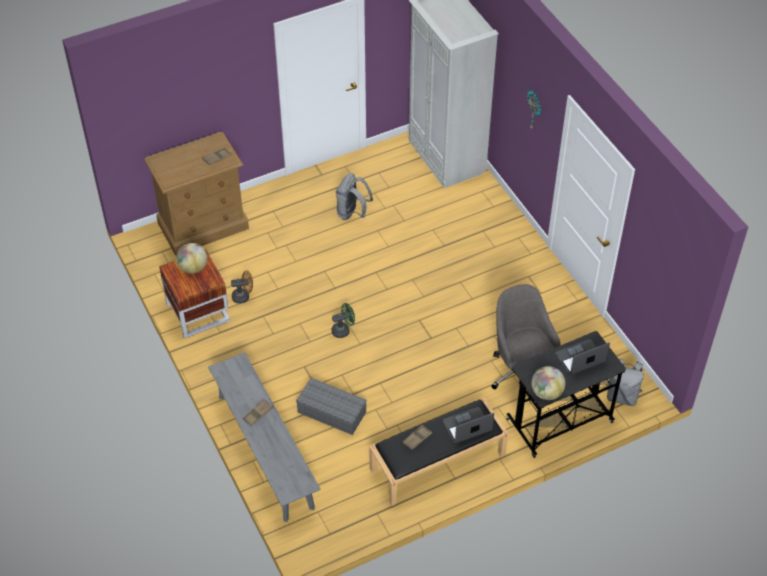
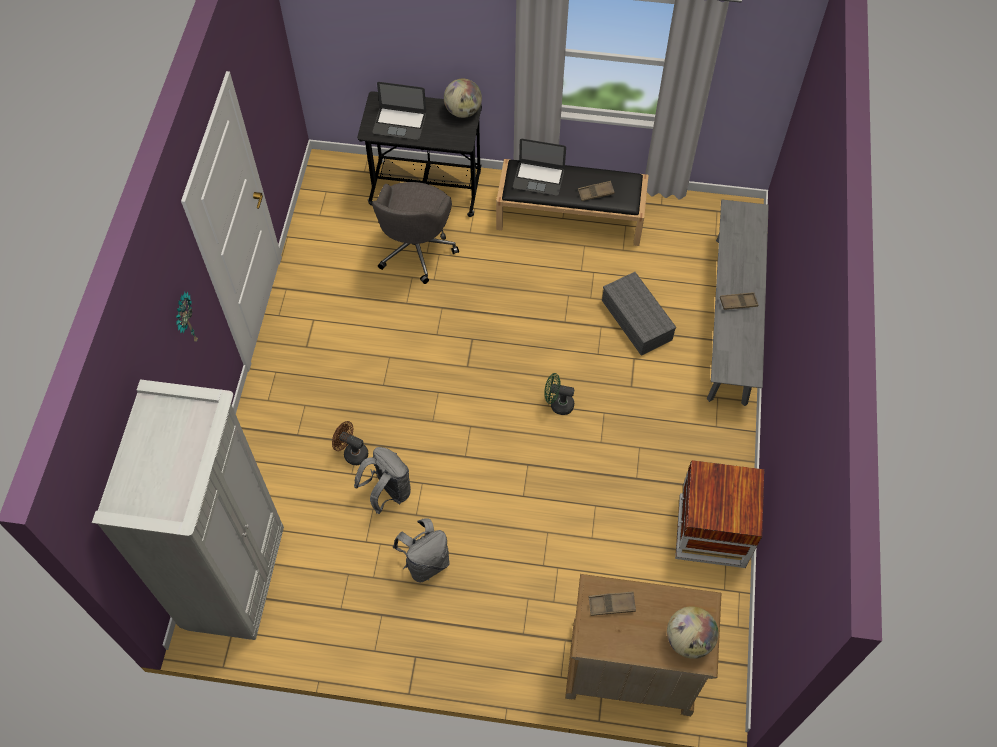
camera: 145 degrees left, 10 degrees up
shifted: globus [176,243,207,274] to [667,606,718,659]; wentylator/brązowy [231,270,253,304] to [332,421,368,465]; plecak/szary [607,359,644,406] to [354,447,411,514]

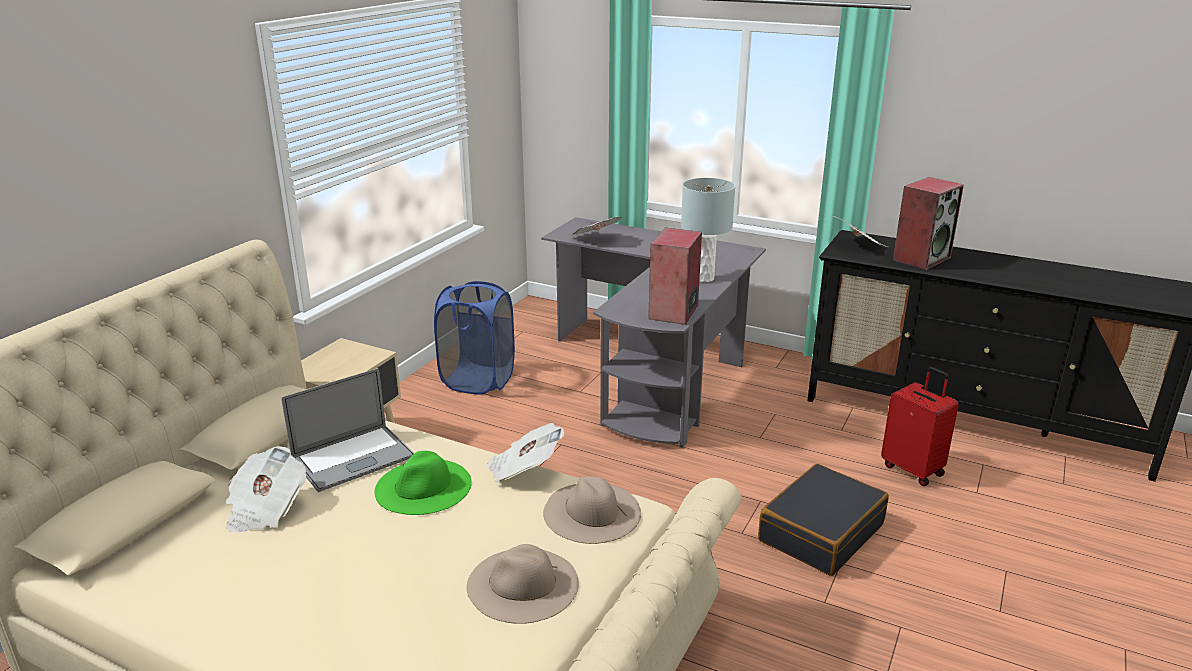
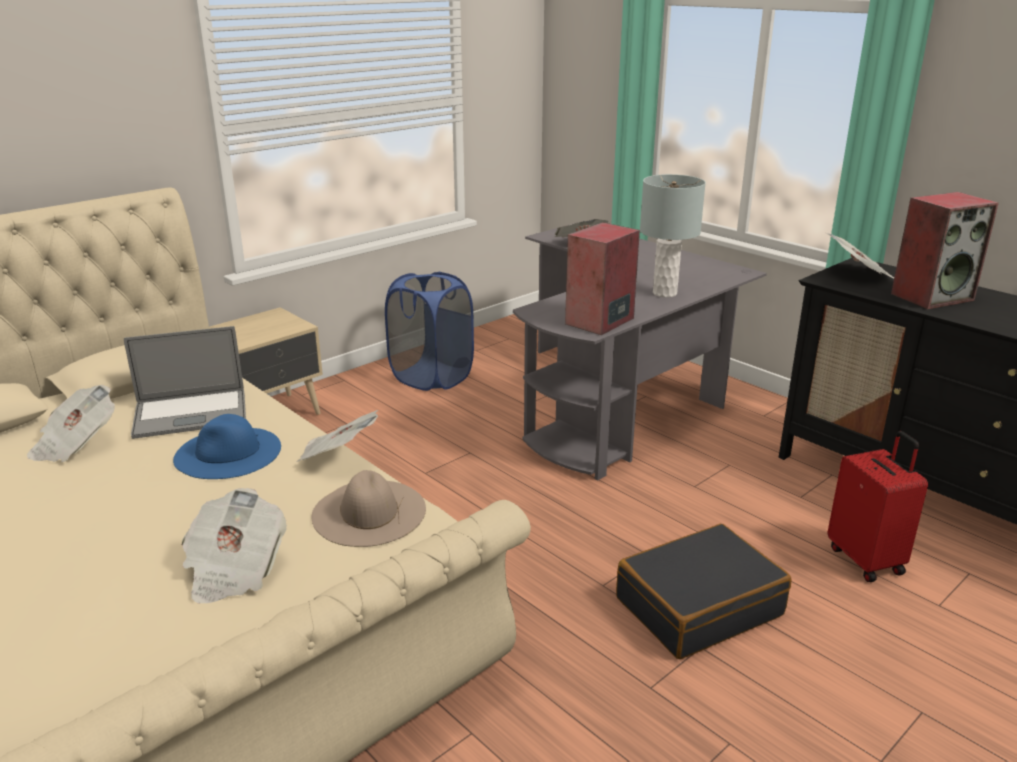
camera: 20 degrees right, 0 degrees up
swapped: kapelusz/beżowy [466,544,579,624] to gazeta [182,488,287,604]
repainted: kapelusz/zielony [375,451,472,515] to kapelusz/niebieski [173,414,281,479]

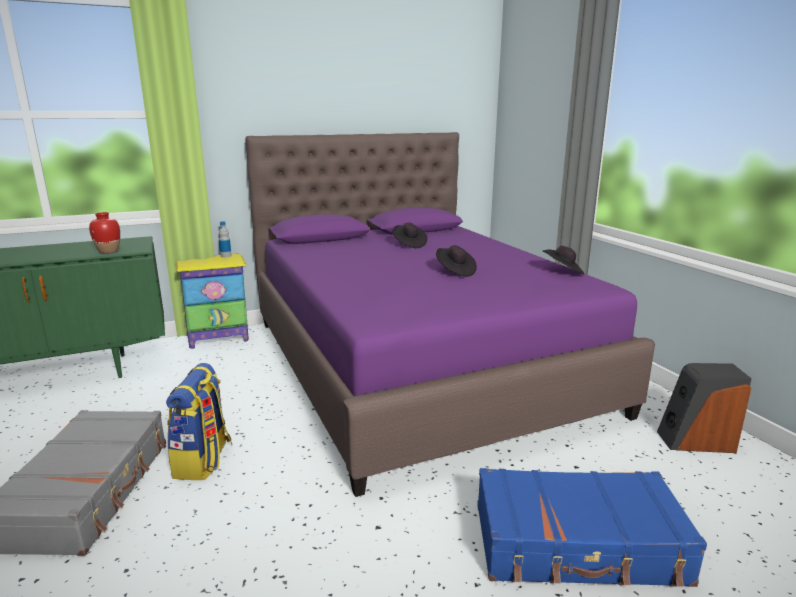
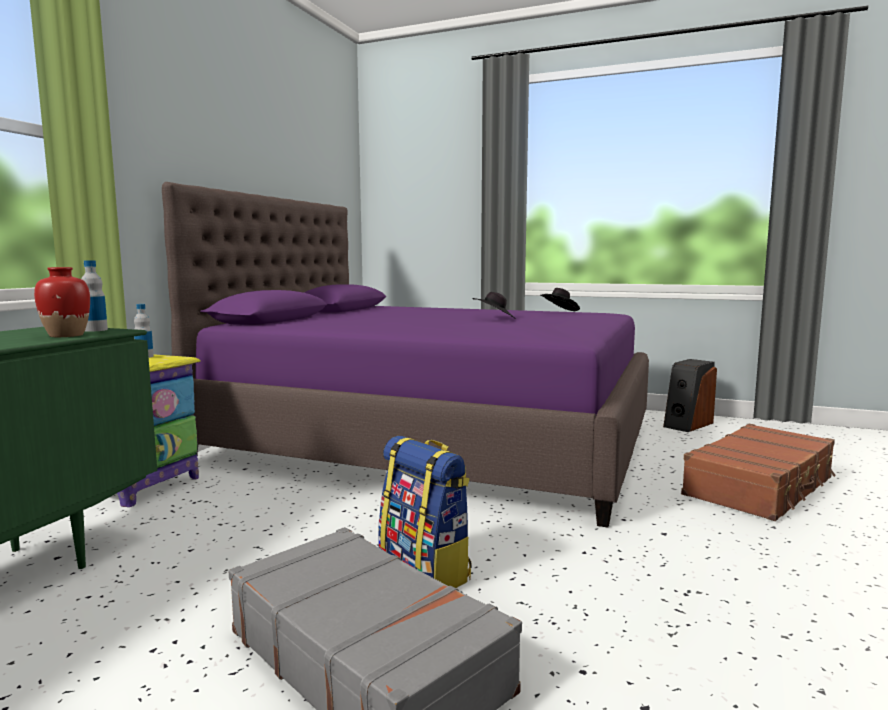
camera: 45 degrees left, 10 degrees down
gone: kapelusz/czarny [392,223,427,248]
new: butelka [81,260,108,332]
repainted: walizka/niebieski [477,468,707,587] to walizka/brązowy [681,424,836,521]

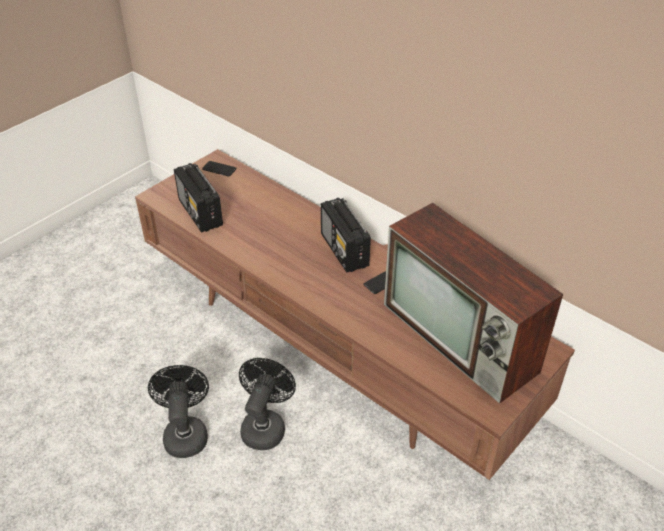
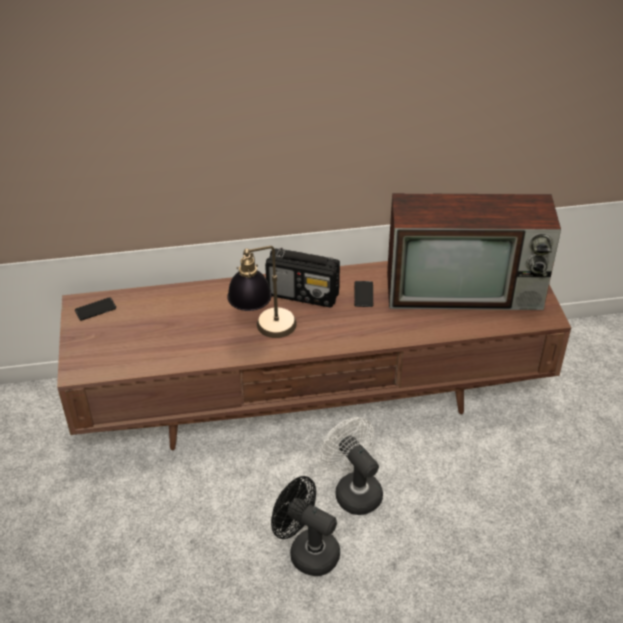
camera: 50 degrees left, 0 degrees up
gone: radio [174,163,223,233]
new: lampa stołowa [227,246,297,338]
repainted: wentylator/czarny [239,358,296,450] to wentylator/biały [320,417,383,515]

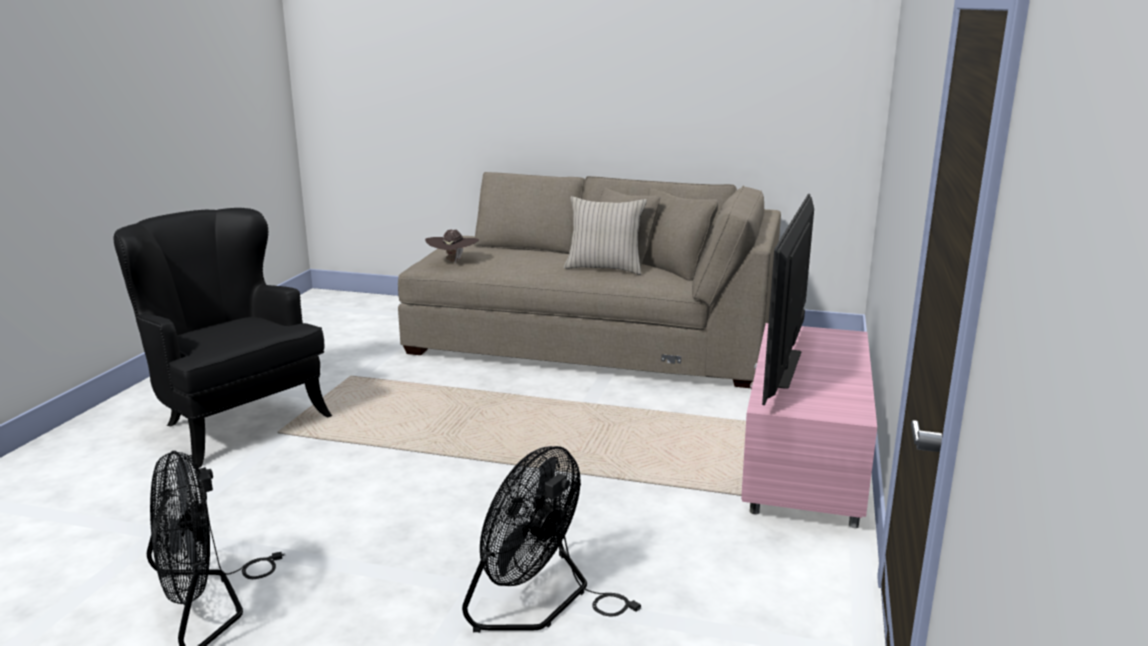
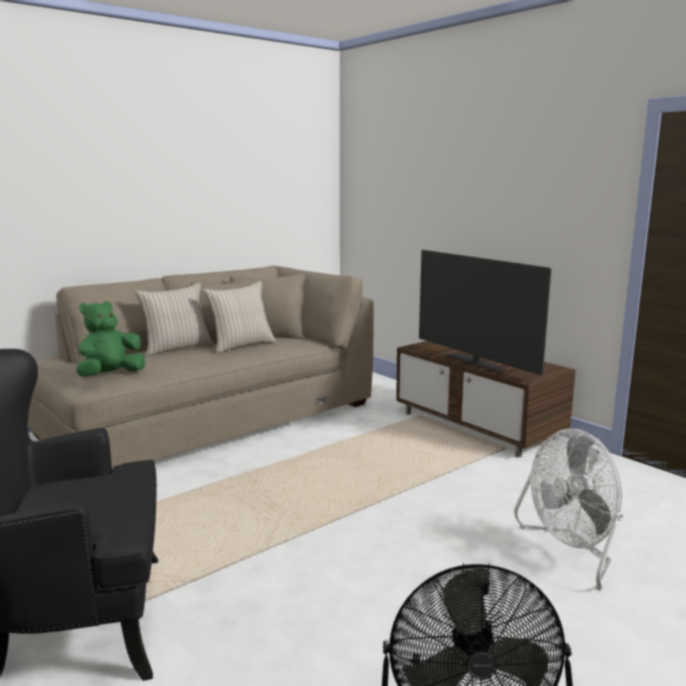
camera: 55 degrees left, 5 degrees down
new: poduszka/beżowy [135,283,214,356]
swapped: kapelusz/brązowy [425,229,479,264] to pluszak/zielony [76,301,145,377]
repainted: wentylator/czarny [462,446,642,633] to wentylator/biały [514,428,624,591]; szafka pod telewizor/różowy [741,323,877,529] to szafka pod telewizor/brązowy [396,341,576,457]

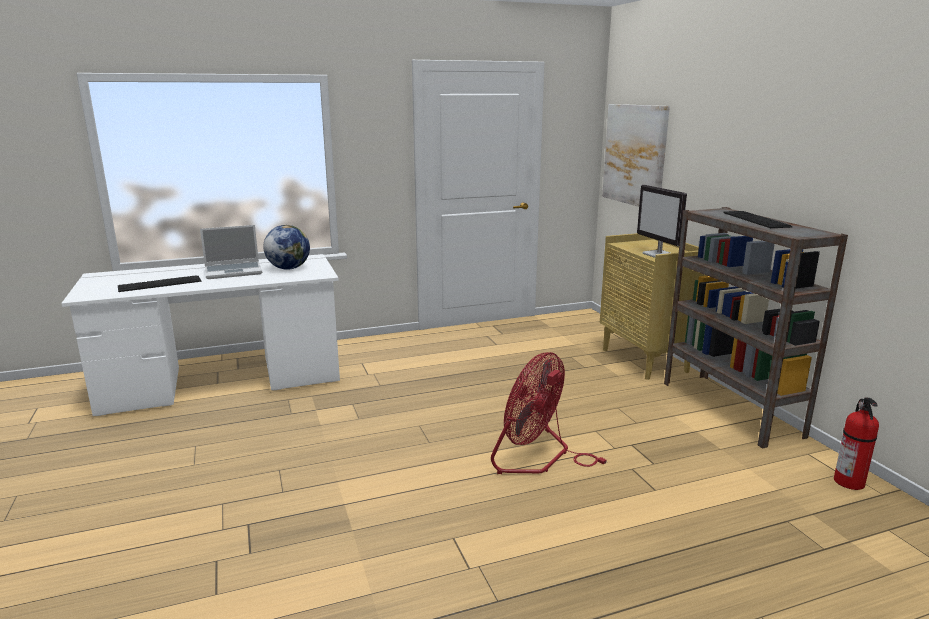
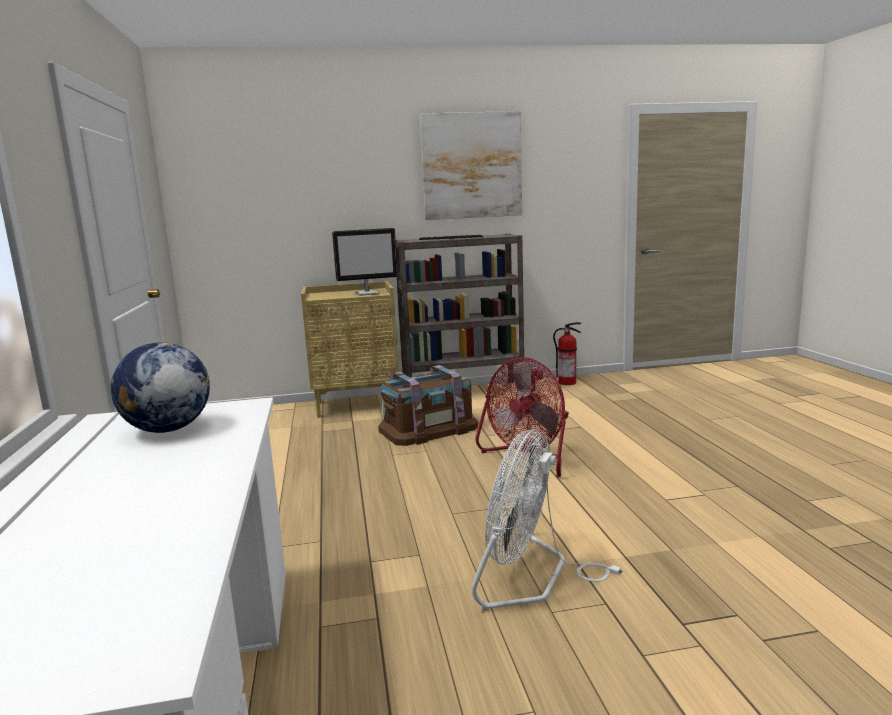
camera: 80 degrees left, 5 degrees down
gone: klawiatura [118,275,201,292]; laptop [200,225,262,279]
new: pojemnik do przechowywania/brązowy [378,365,478,446]; wentylator/biały [472,429,622,612]
shifted: obraz [602,104,670,207] to [420,111,522,220]

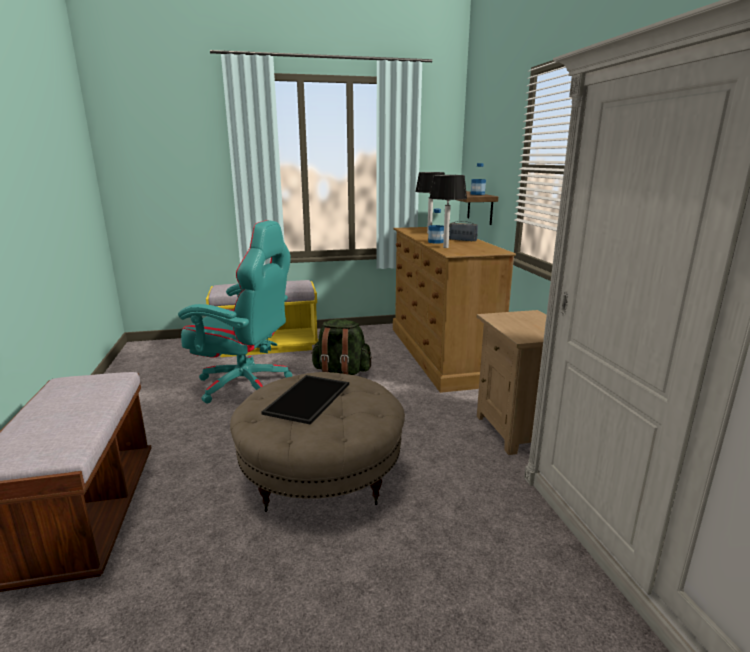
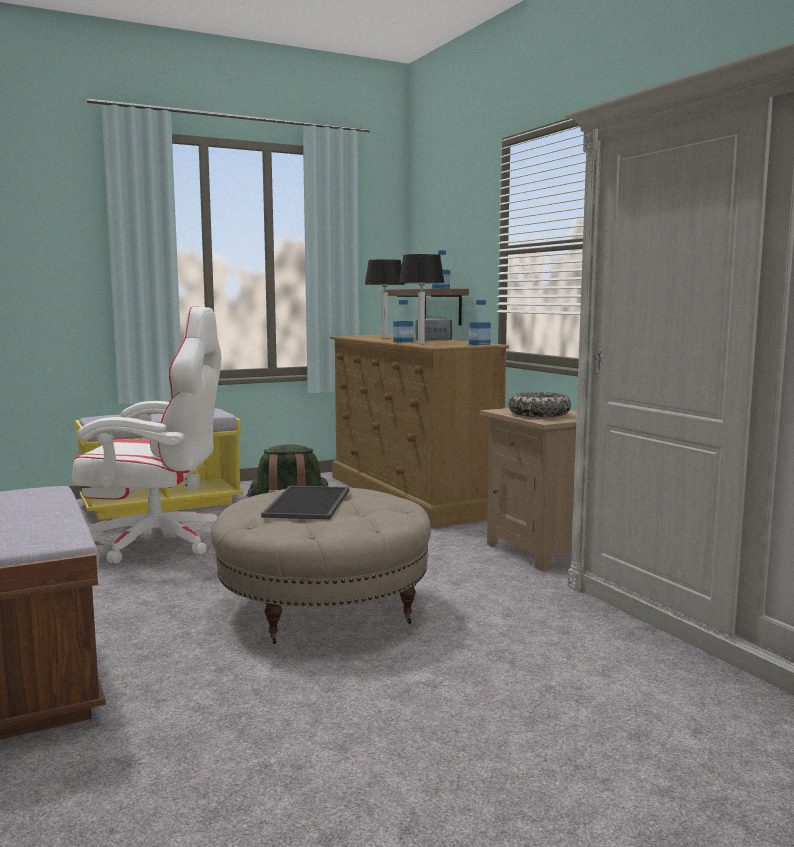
camera: 15 degrees left, 10 degrees down
new: butelka [469,300,491,345]; miska [508,392,571,417]
repainted: krzesło biurowe/turkusowy [178,220,292,404] to krzesło biurowe/biały [72,306,221,564]

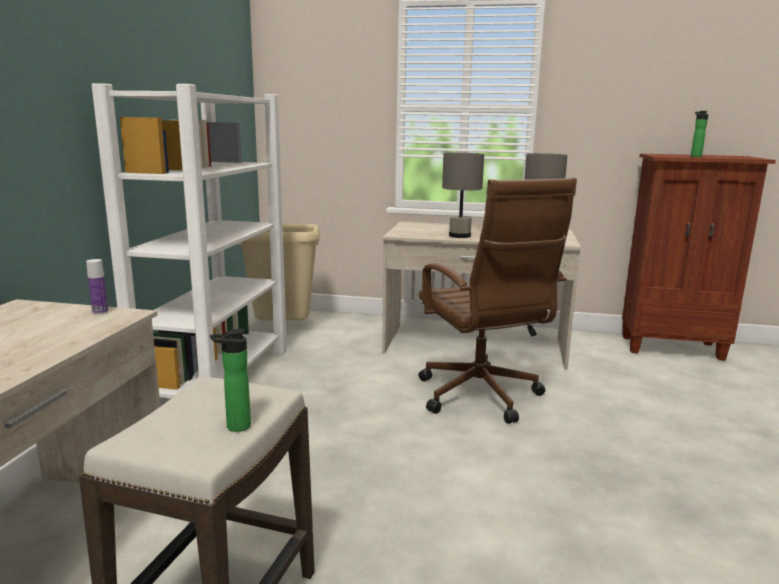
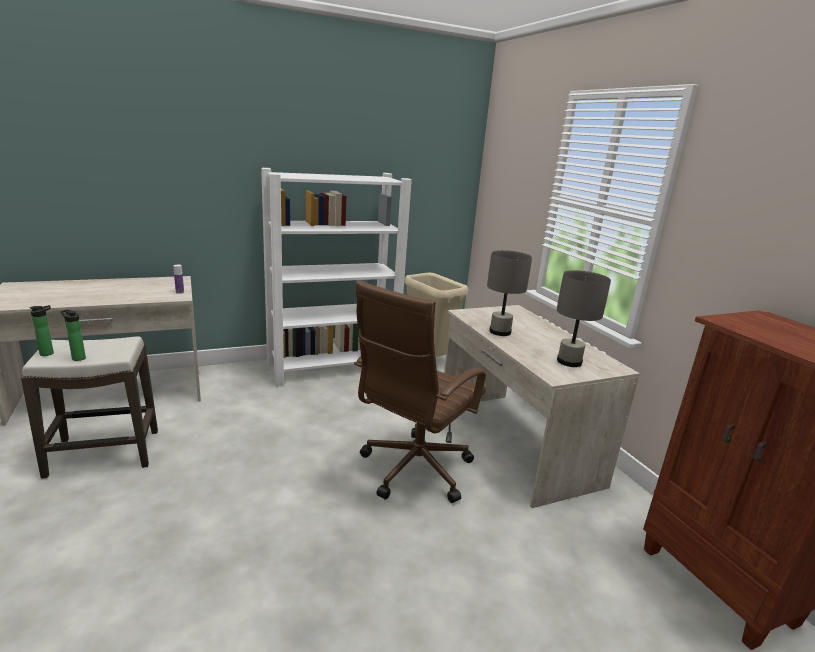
camera: 55 degrees right, 5 degrees up
shifted: butelka [691,111,709,157] to [30,305,54,356]

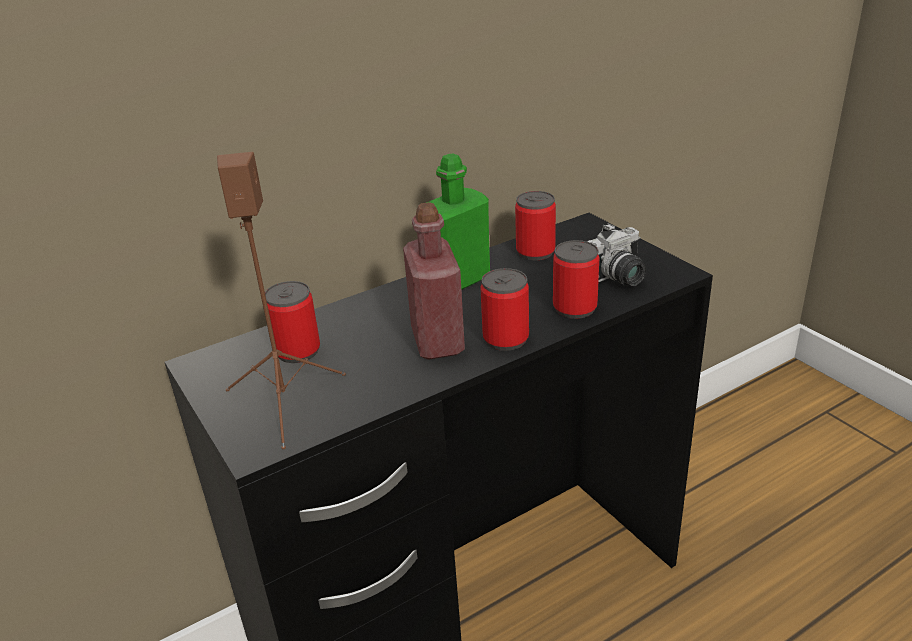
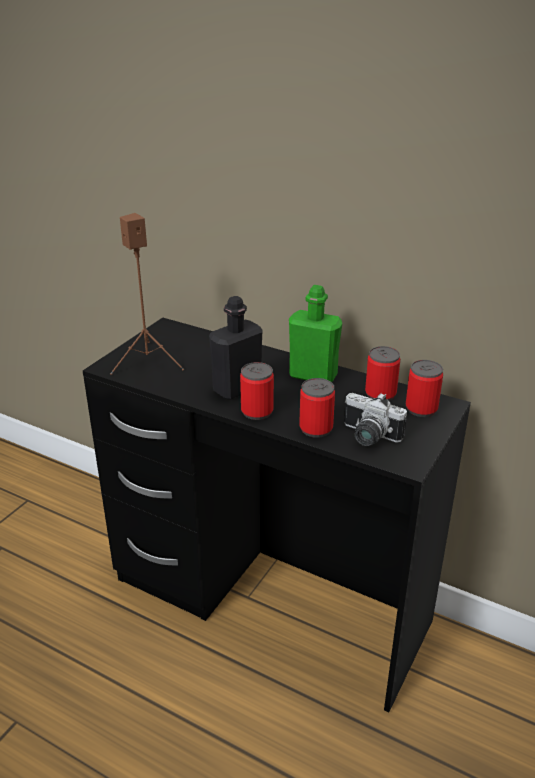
camera: 60 degrees right, 0 degrees up
shifted: puszka [265,281,320,363] to [406,360,443,417]
repainted: butelka/czerwony [403,202,465,359] to butelka/czarny [209,296,262,400]

